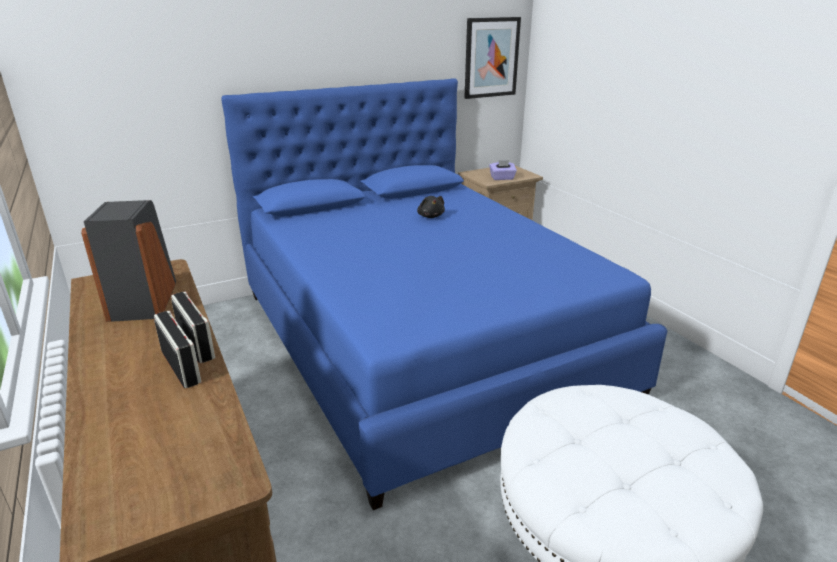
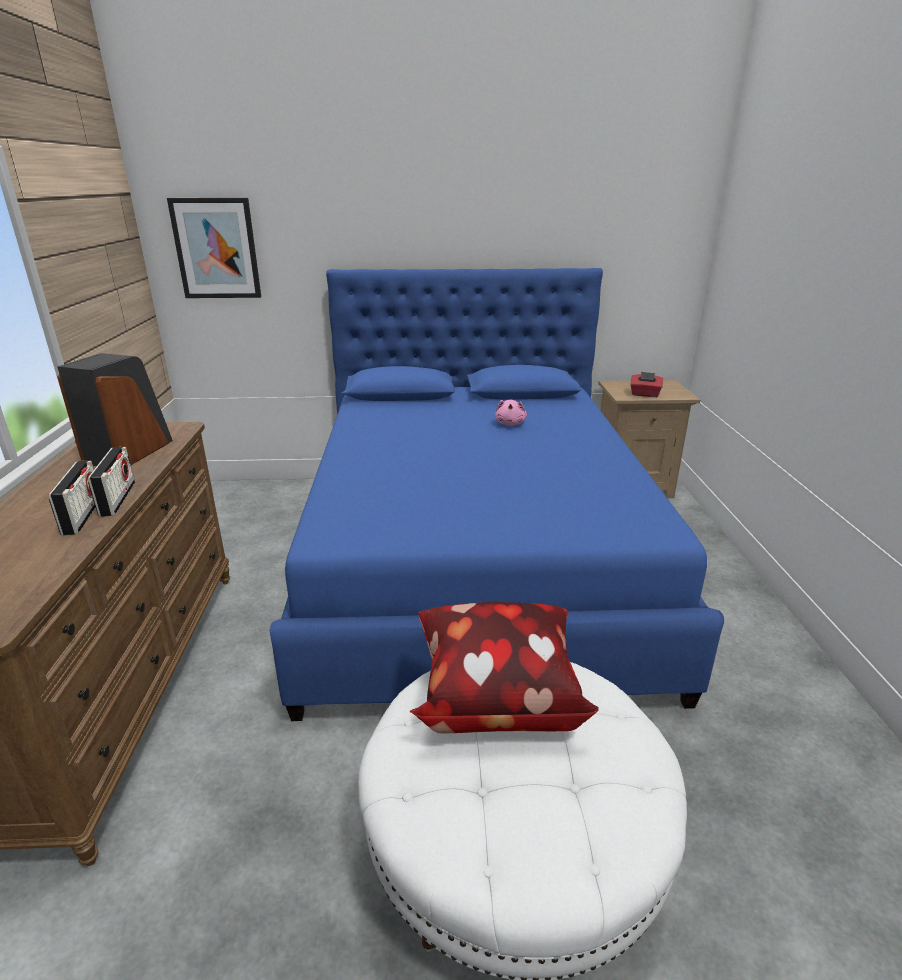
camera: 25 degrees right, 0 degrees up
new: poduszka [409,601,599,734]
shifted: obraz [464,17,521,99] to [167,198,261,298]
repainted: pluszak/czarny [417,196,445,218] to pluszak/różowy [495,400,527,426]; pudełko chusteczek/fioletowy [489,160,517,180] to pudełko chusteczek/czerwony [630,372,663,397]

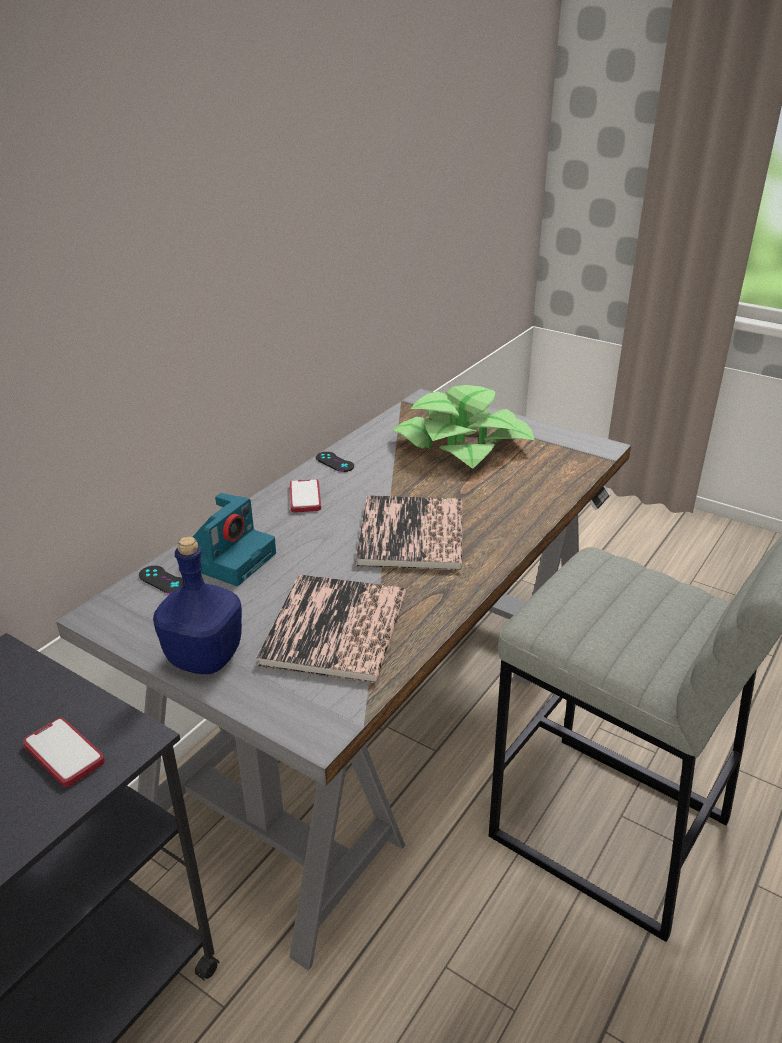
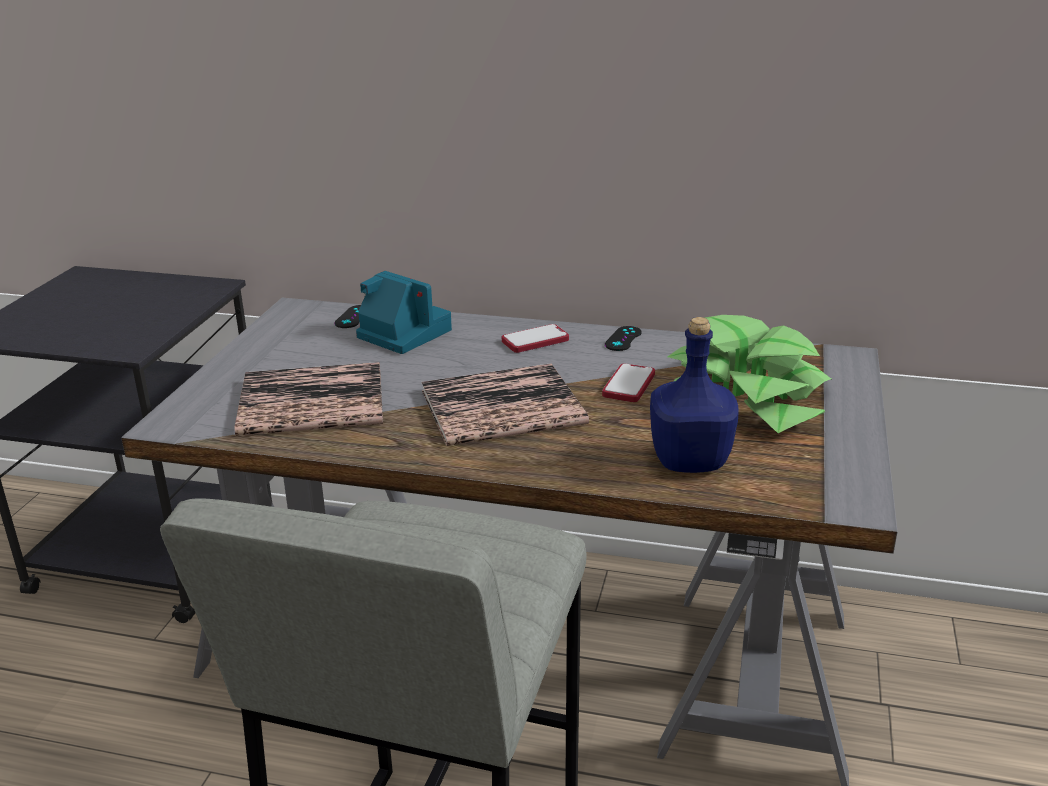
camera: 70 degrees right, 5 degrees down
shifted: telefon [23,718,105,787] to [602,363,655,402]; butelka/niebieski [153,536,242,674] to [650,317,739,473]
rotated: aparat fotograficzny [193,493,276,586] = [356,271,452,354] 150 degrees counterclockwise

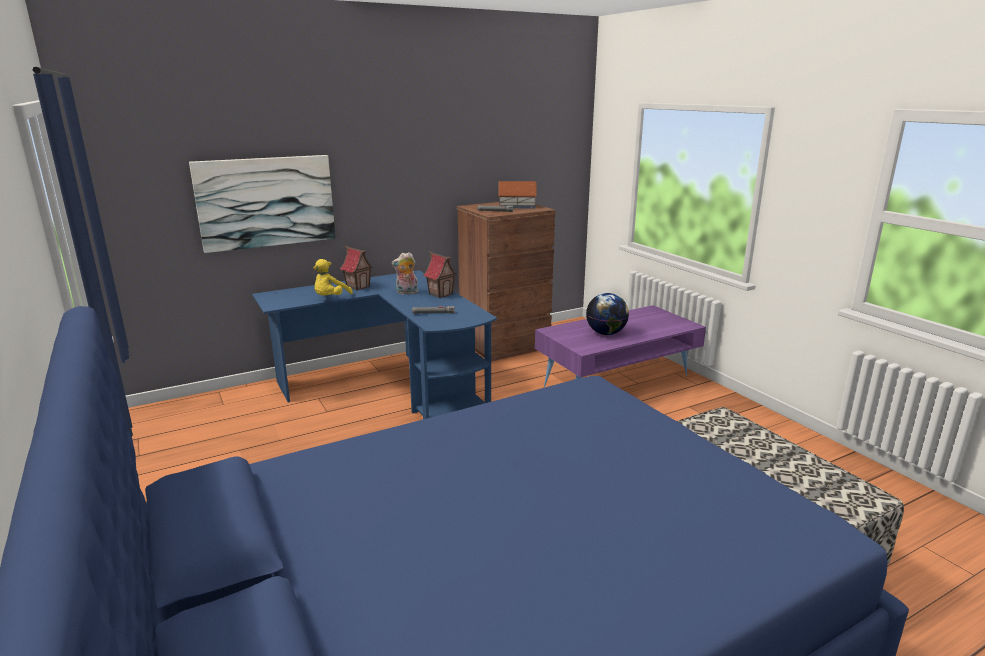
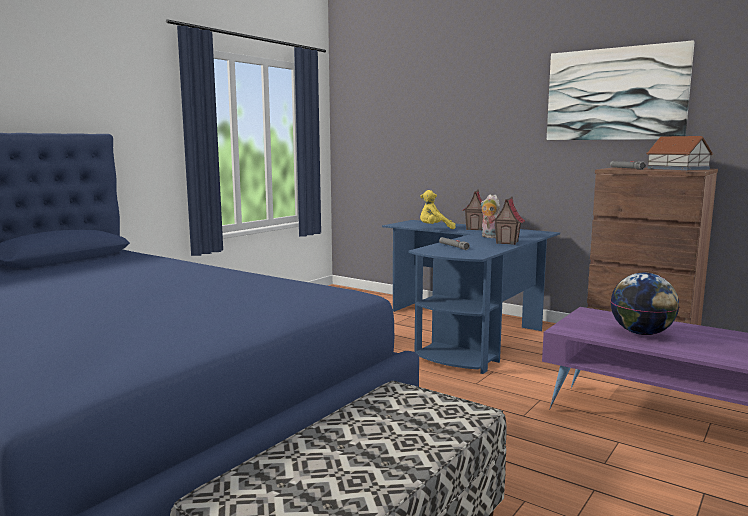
camera: 65 degrees right, 10 degrees down
shifted: obraz [189,155,336,253] to [547,40,695,140]

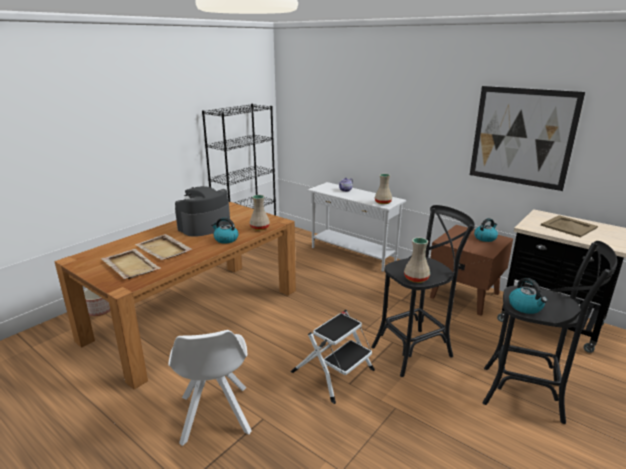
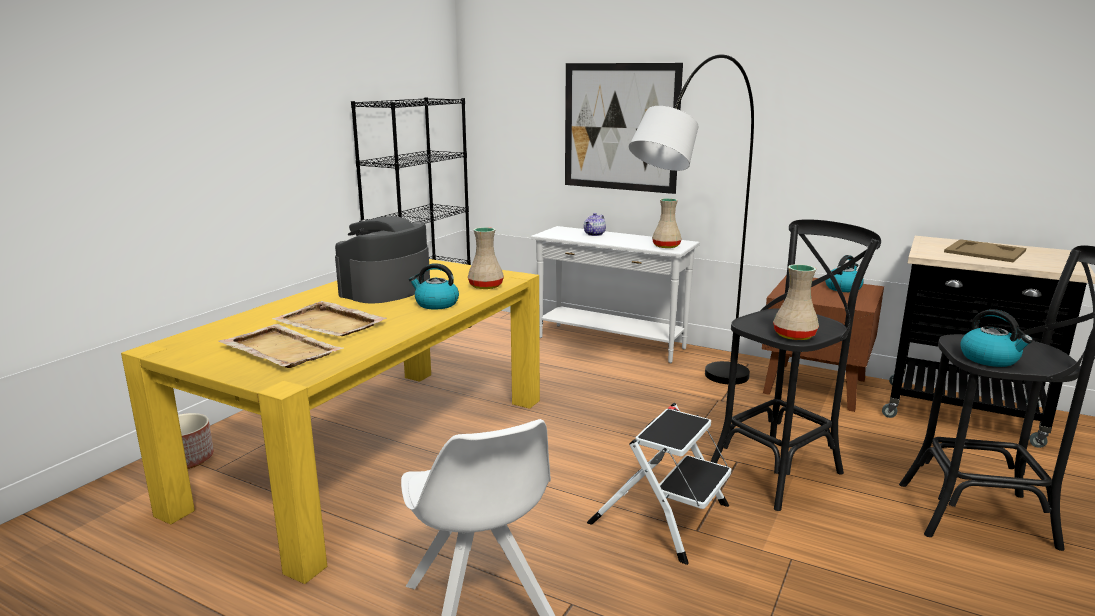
camera: 10 degrees left, 5 degrees down
new: lampa stojąca/szary [629,55,754,384]
shifted: obraz [470,86,585,191] to [565,63,683,194]
repainted: stół jadalny/brązowy [54,202,296,389] to stół jadalny/żółty [121,259,540,584]

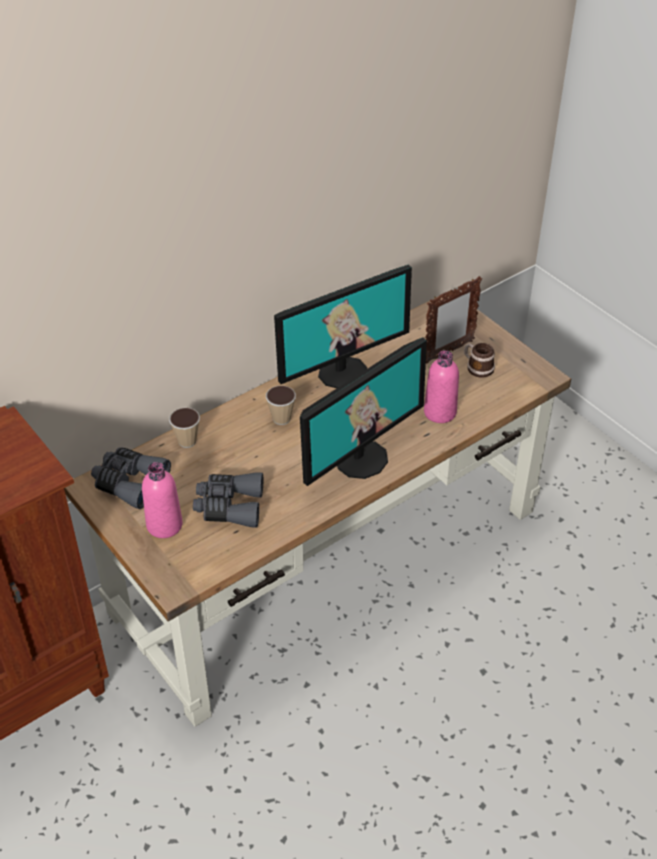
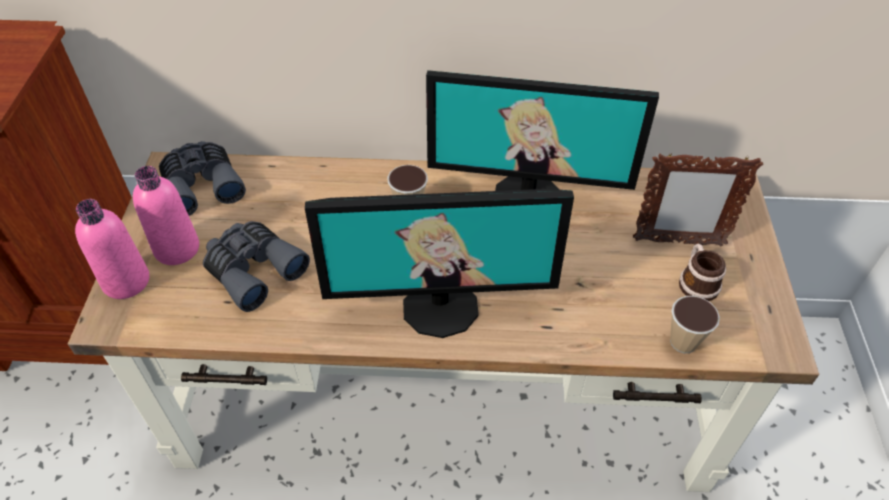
camera: 40 degrees right, 5 degrees up
shifted: filiżanka [169,408,200,448] to [670,296,720,353]; butelka/różowy [424,350,459,423] to [75,199,149,299]

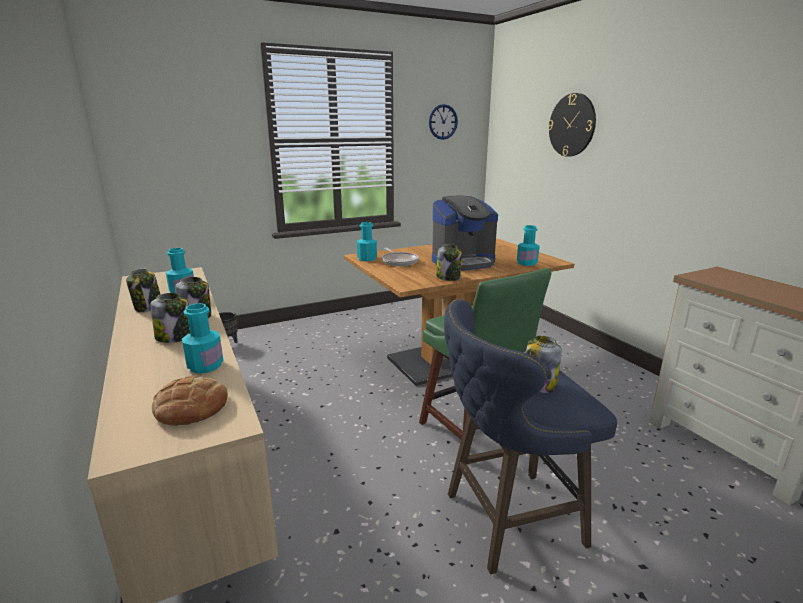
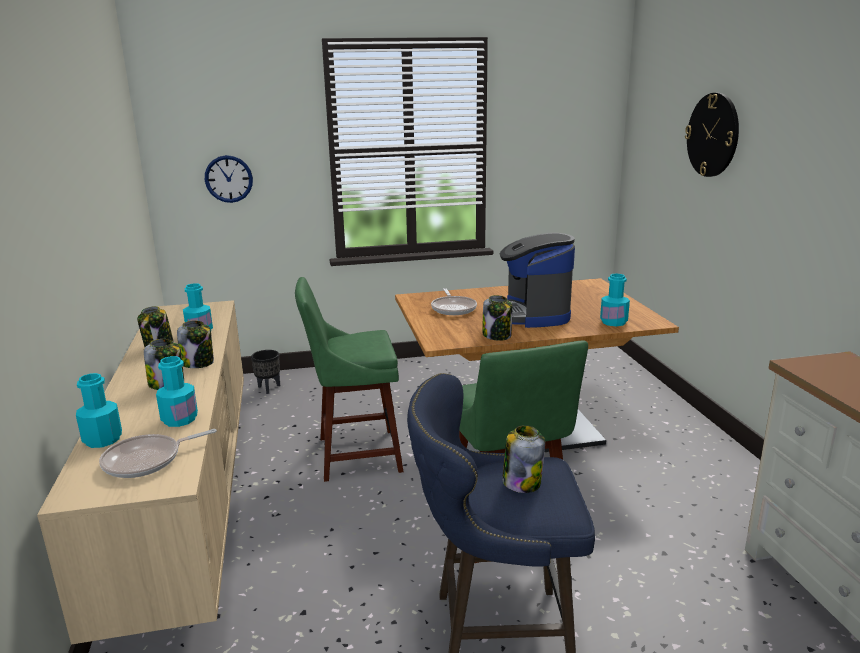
camera: 15 degrees right, 0 degrees up
new: krzesło/zielony [295,277,404,482]
shifted: butelka/turkusowy [357,222,377,261] to [76,373,122,448]; zegar ścienny [429,104,458,140] to [205,155,253,203]
swapped: chleb [152,375,228,426] to patelnia [99,429,217,478]
rotated: ekspres do kawy [432,196,498,271] = [500,233,575,328] 90 degrees clockwise

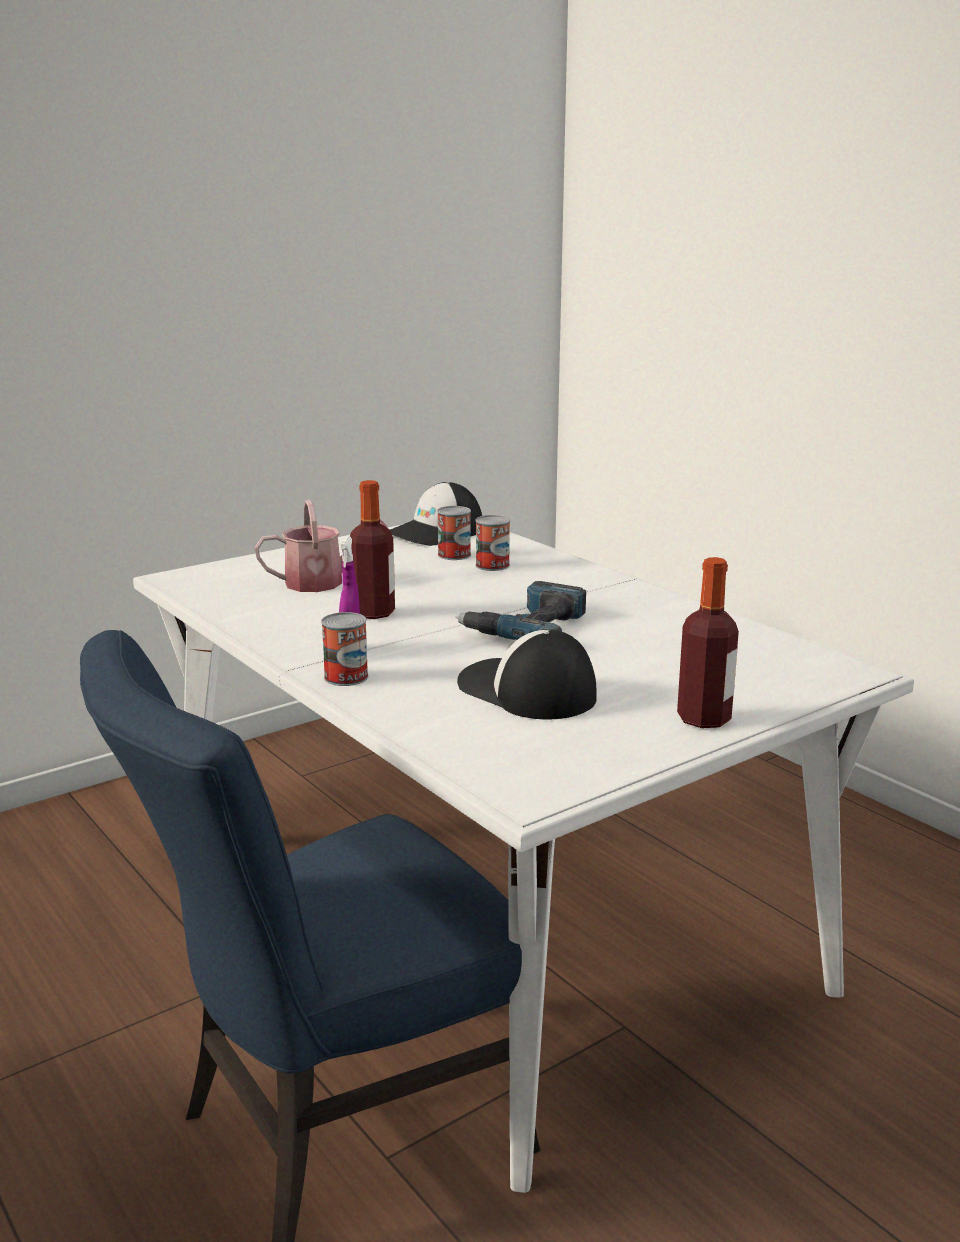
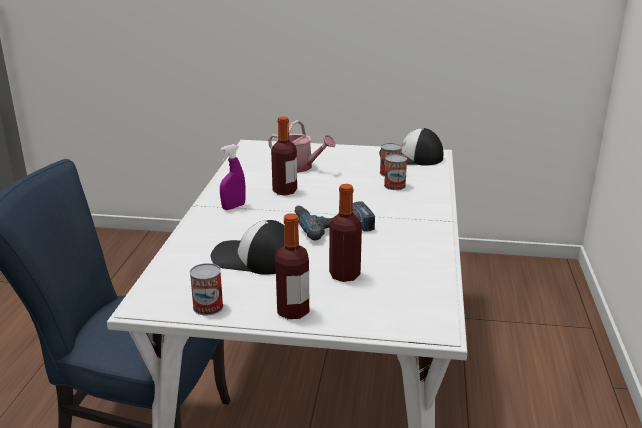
camera: 45 degrees right, 5 degrees up
new: butelka [329,184,362,282]
shifted: puszka [321,612,368,686] to [190,263,223,316]
rotated: czapka z daszkiem [457,630,596,719] = [210,220,285,275] 75 degrees counterclockwise

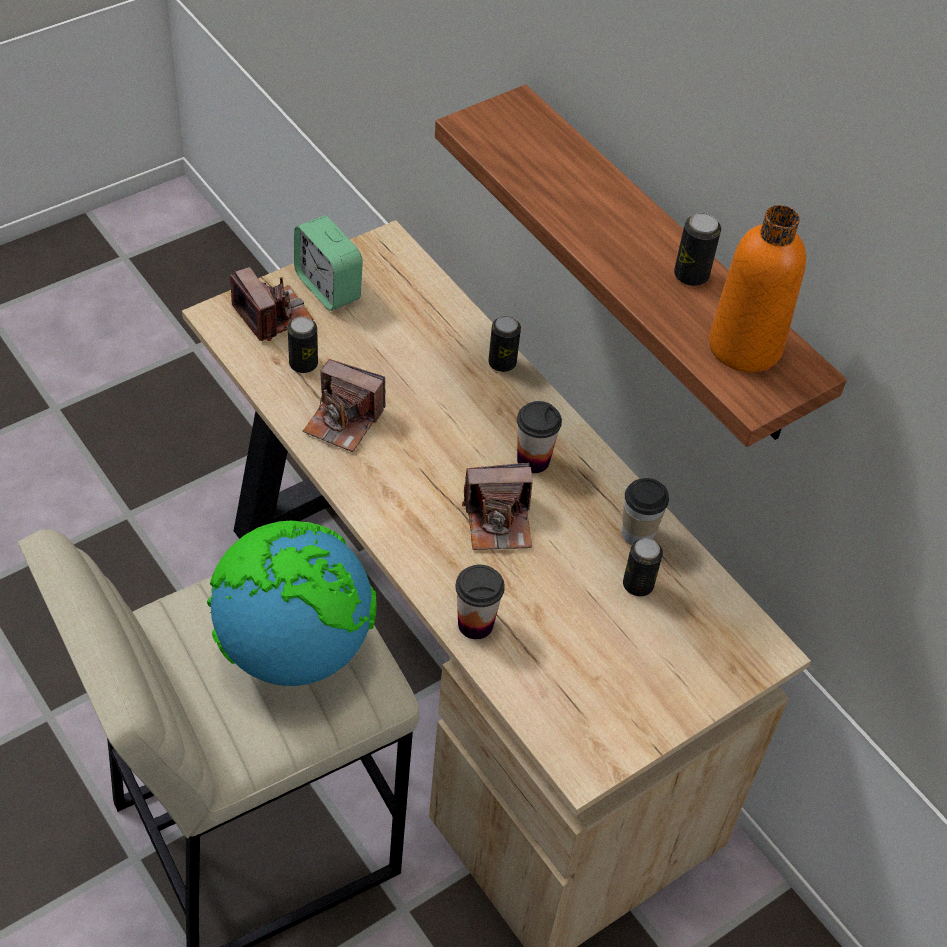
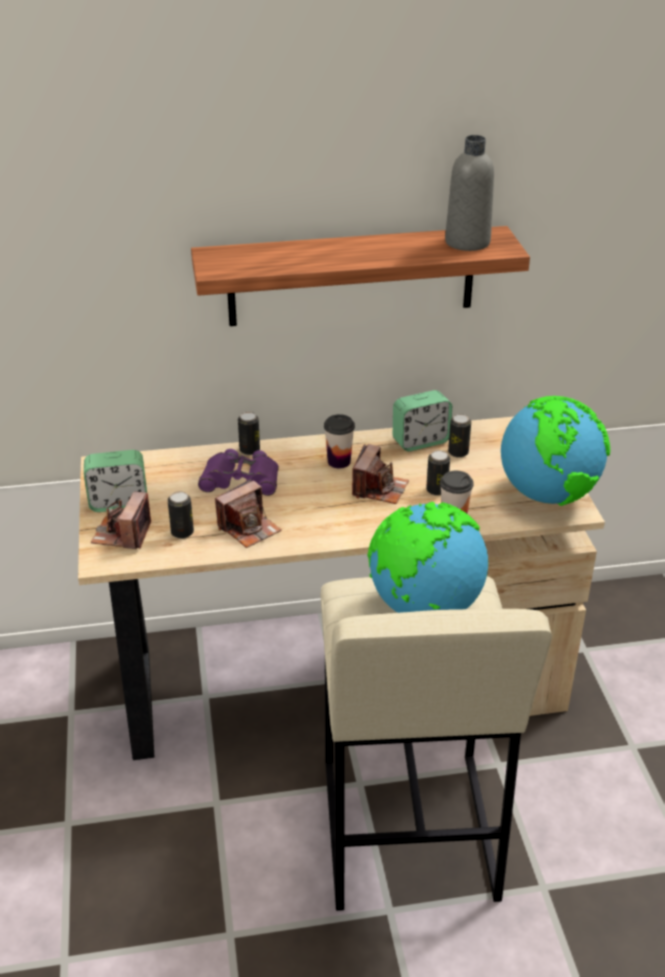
camera: 60 degrees left, 15 degrees down
new: lornetka/fioletowy [198,449,279,496]; globus [501,396,610,506]
shifted: puszka [674,213,721,286] to [426,450,450,496]
swapped: filiżanka [622,478,669,545] to budzik [393,390,452,451]
repainted: butelka/pomarańczowy [709,205,806,373] to butelka/szary [445,135,494,251]
rotated: aparat fotograficzny [230,267,313,341] = [91,491,151,549] 75 degrees counterclockwise

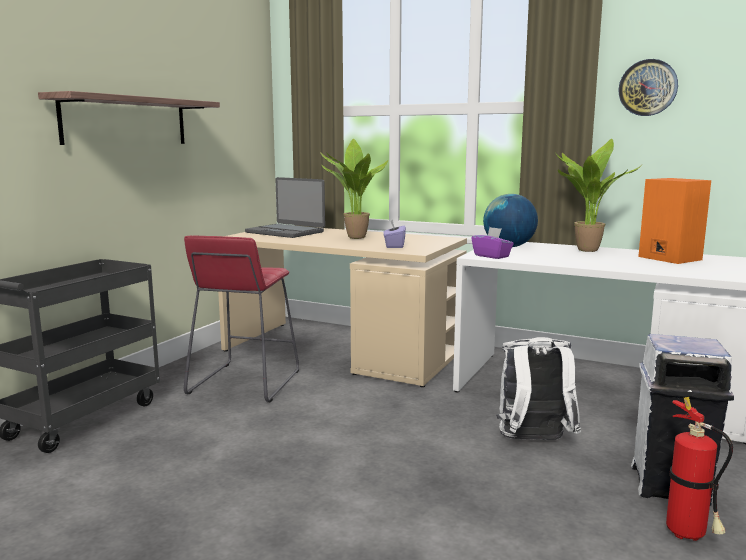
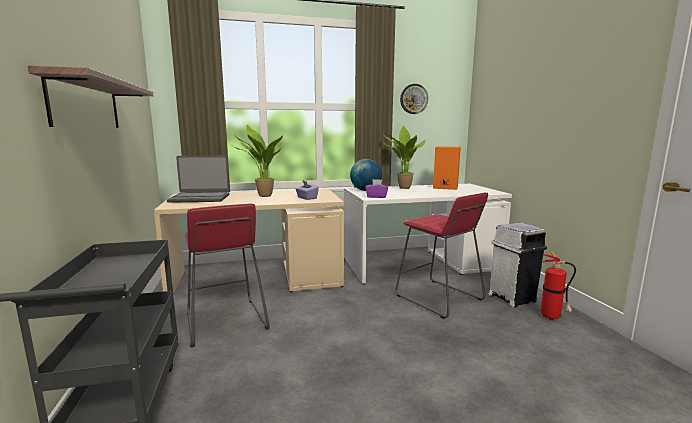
camera: 40 degrees left, 0 degrees up
swapped: plecak/biały [496,337,581,440] to stołek/czerwony [395,193,488,319]

